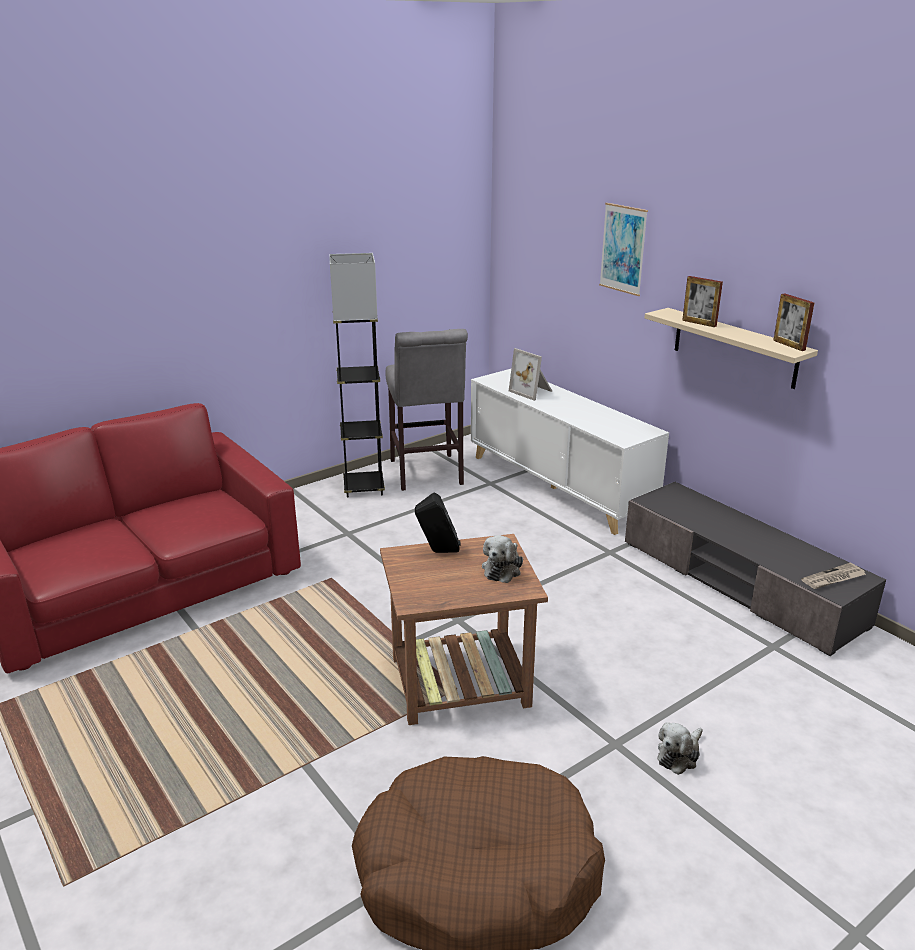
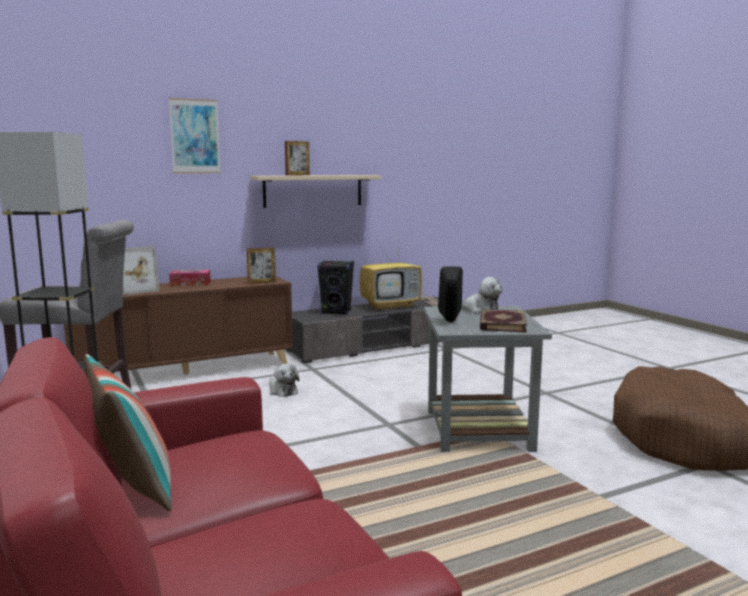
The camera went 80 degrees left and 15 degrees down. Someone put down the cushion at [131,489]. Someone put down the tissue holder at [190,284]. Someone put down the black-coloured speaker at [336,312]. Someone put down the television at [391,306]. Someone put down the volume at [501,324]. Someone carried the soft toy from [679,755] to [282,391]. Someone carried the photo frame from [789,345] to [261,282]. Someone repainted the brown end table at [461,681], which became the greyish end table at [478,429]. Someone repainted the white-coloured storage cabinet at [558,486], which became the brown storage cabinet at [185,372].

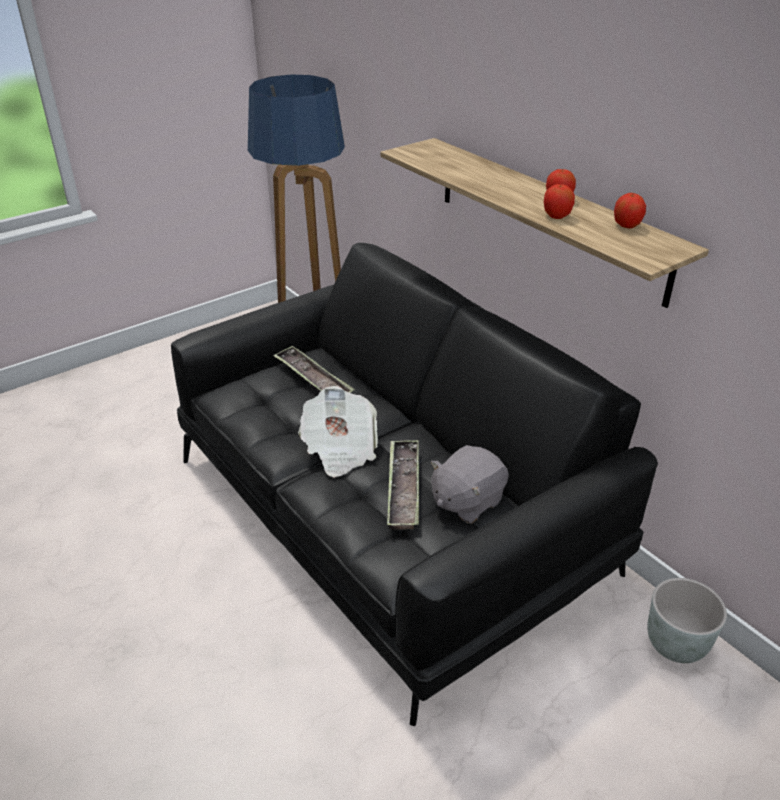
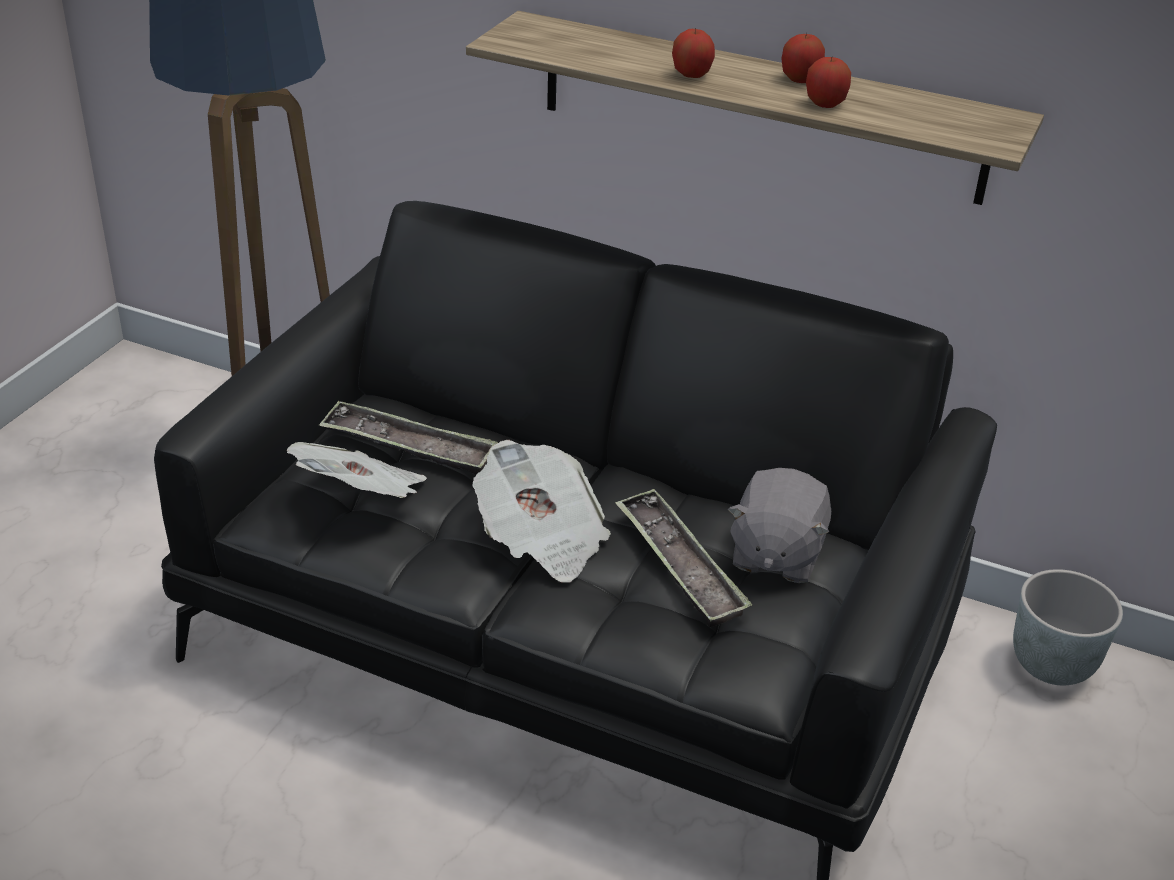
The camera went 30 degrees left and 0 degrees up. Someone put down the printed paper at [362,497]. Someone carried the apple fruit from [626,225] to [691,75].

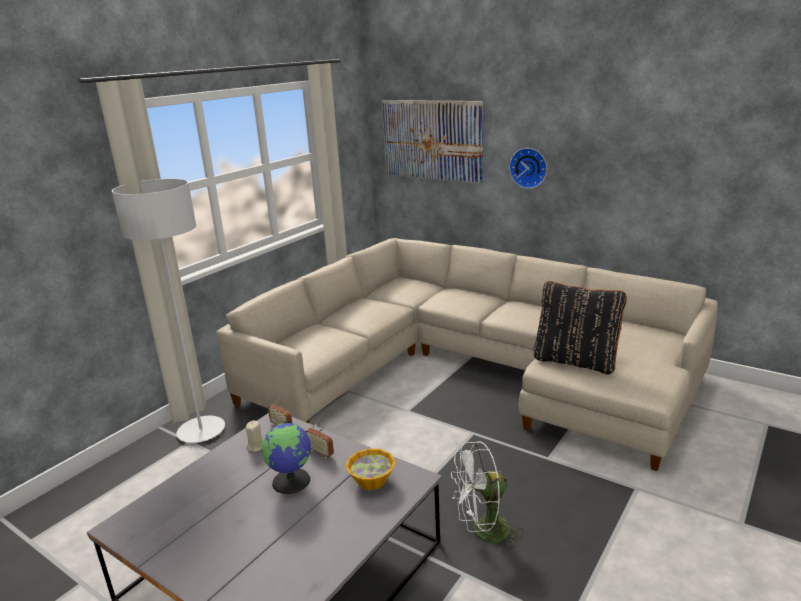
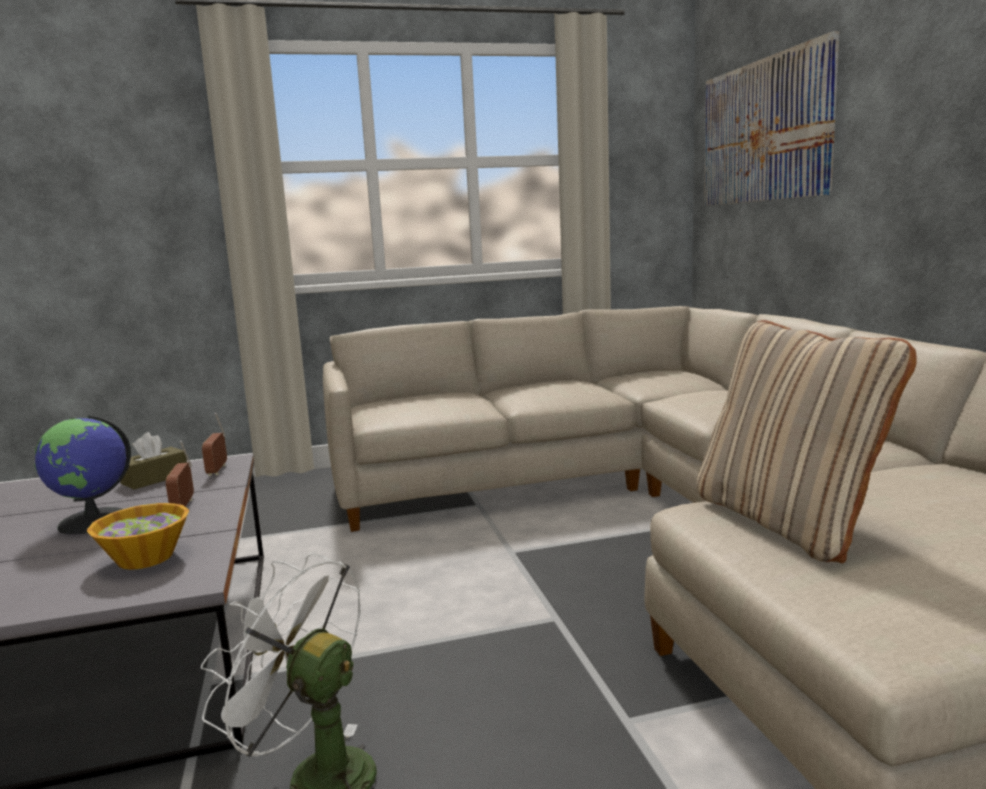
The camera went 40 degrees right and 10 degrees down. Someone took away the greyish floor lamp at [201,431]. Someone took away the wall clock at [529,167]. Someone swapped the beige candle at [256,446] for the brown tissue holder at [155,478]. Someone repainted the black-coloured cushion at [576,361], which became the beige cushion at [787,522].

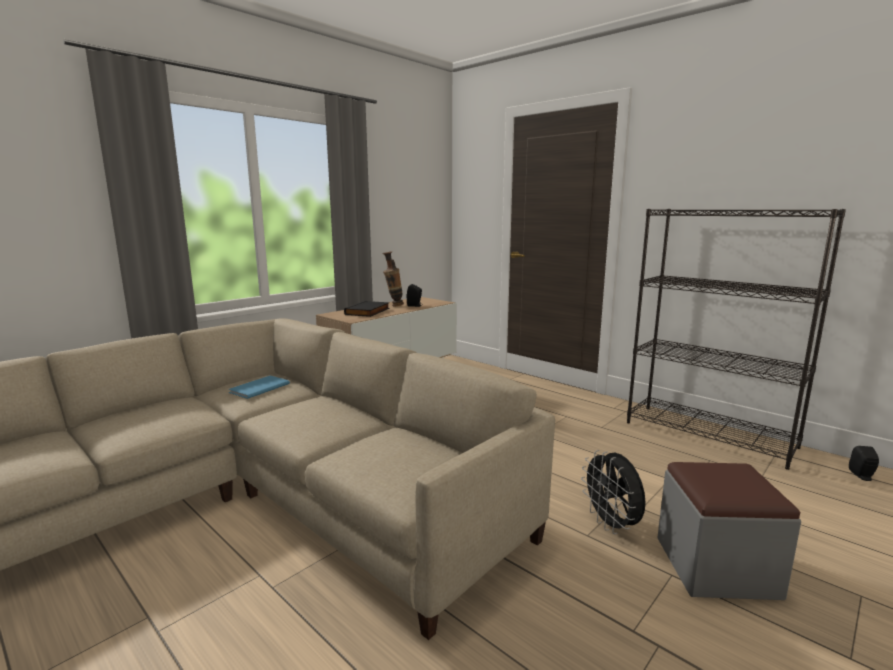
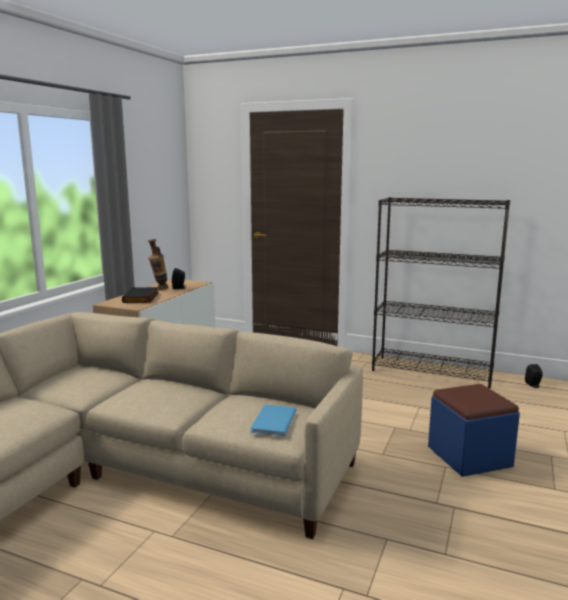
The camera went 20 degrees left and 0 degrees up. Someone took away the black-coloured electric fan at [611,525]. Someone carried the bluish volume from [257,388] to [272,421]. Someone repainted the greyish pouffe at [716,567], which became the bluish pouffe at [469,457].

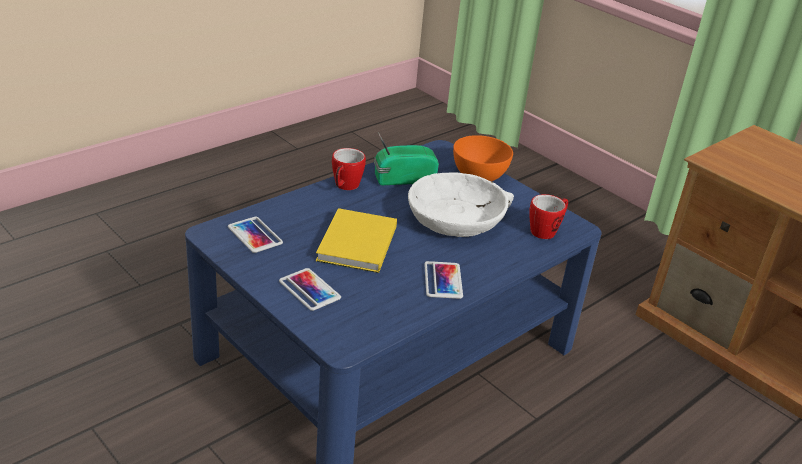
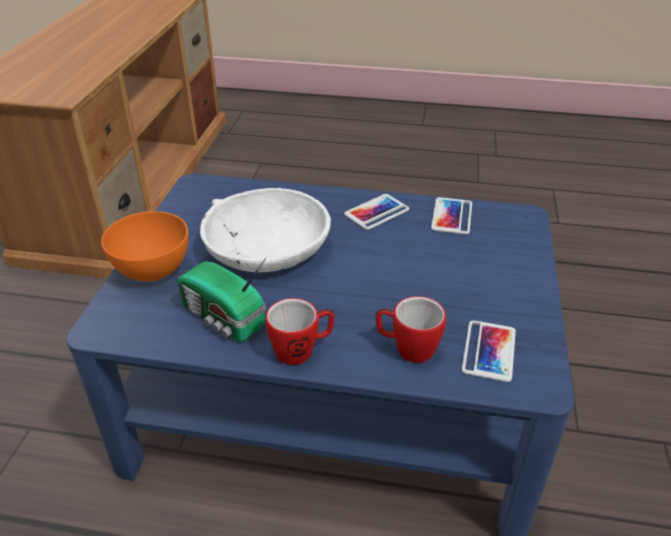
The camera went 125 degrees left and 5 degrees up. Someone took away the yellowish volume at [355,244]. Someone carried the phone from [309,290] to [451,216]. Someone carried the mug from [546,230] to [407,348].

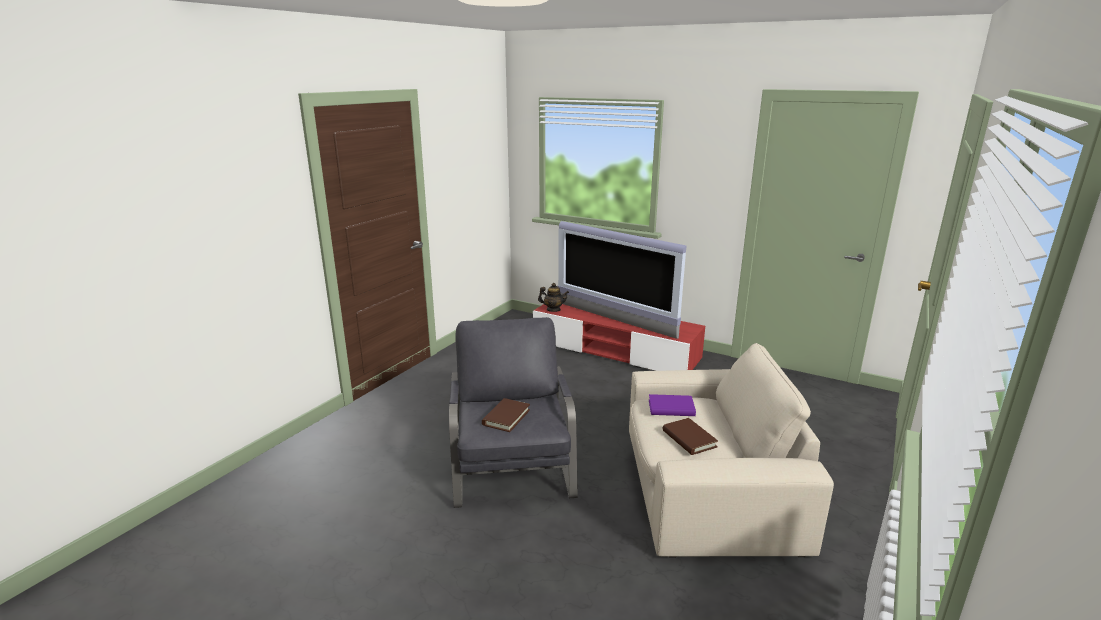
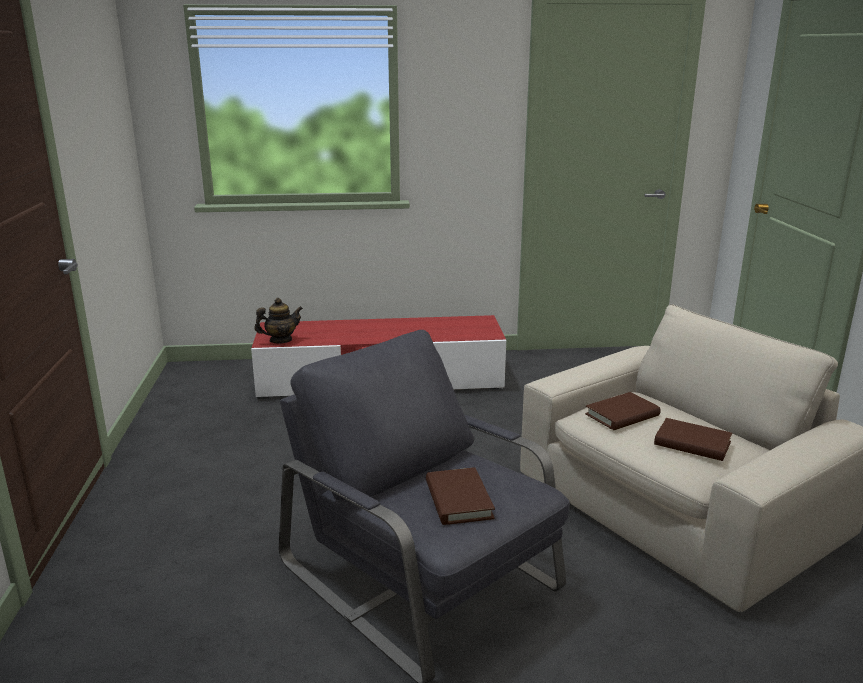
The camera went 35 degrees left and 0 degrees up. Someone took away the television at [613,320]. Someone repainted the purple volume at [671,408], which became the brown volume at [622,415].

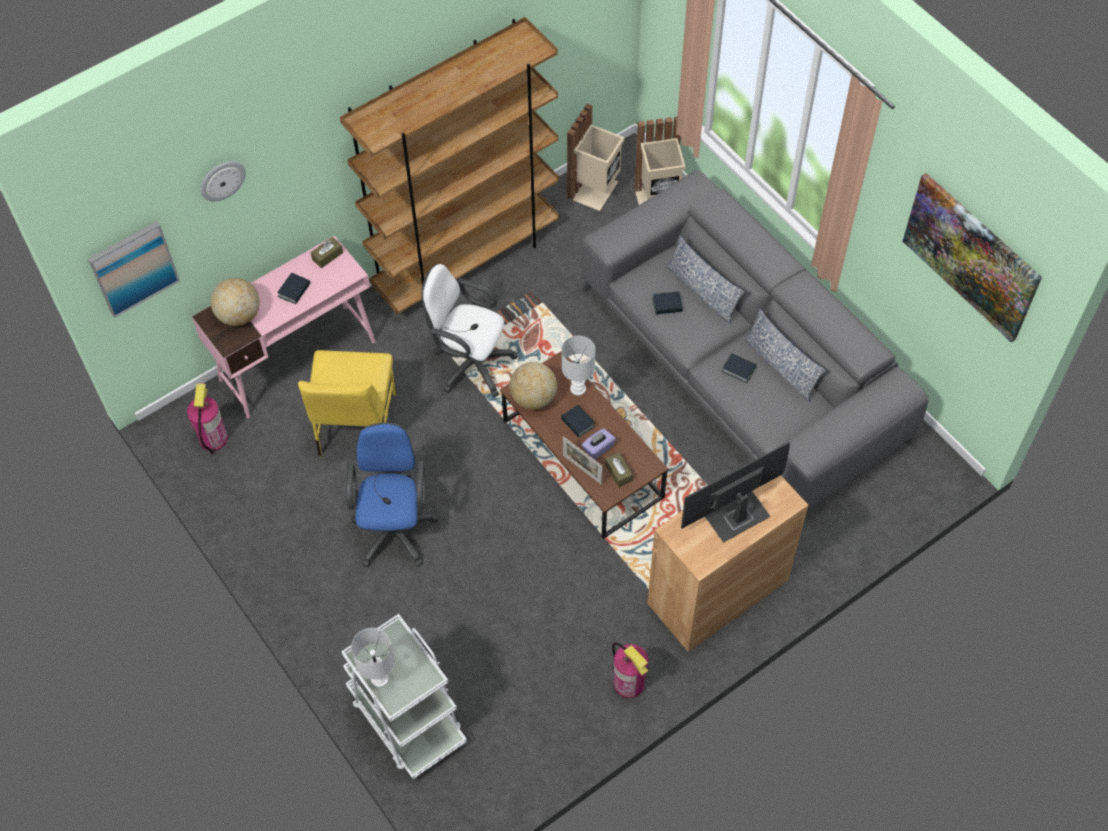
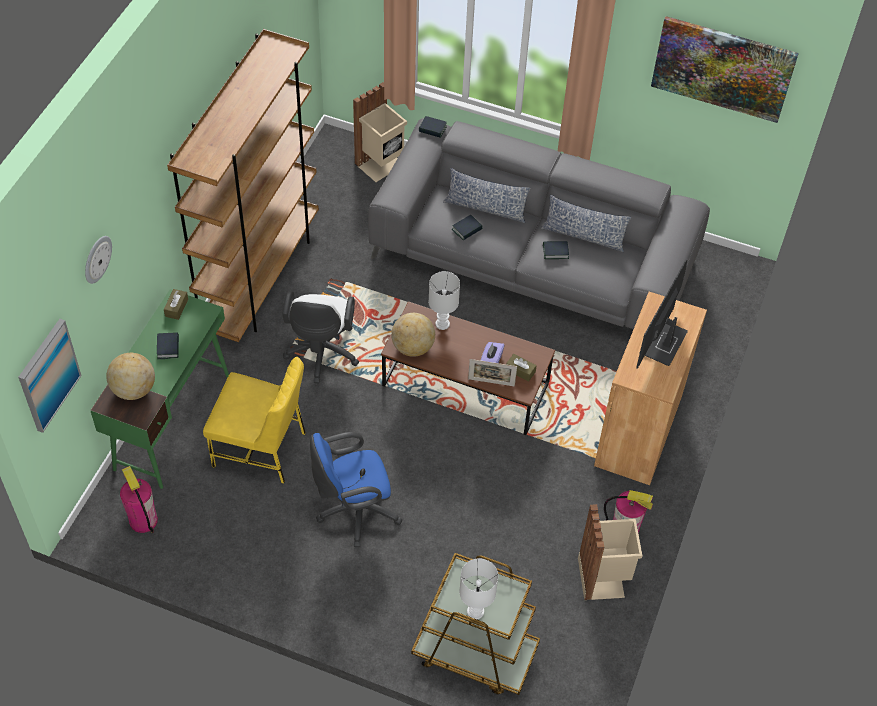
The camera went 35 degrees left and 5 degrees down. Someone carried the volume from [577,423] to [432,129]. Someone carried the beige waste bin from [595,190] to [603,577]. Someone repainted the pink desk table at [298,360], which became the green-coloured desk table at [172,421]. Someone repainted the white-coloured trolley at [407,718], which became the brown trolley at [474,653]. Someone rotated the yellowish plain chair at [355,425] by 45 degrees counterclockwise. Someone rotated the bluish computer chair at [395,527] by 75 degrees counterclockwise. Someone rotated the white-coloured computer chair at [469,363] by 75 degrees counterclockwise.

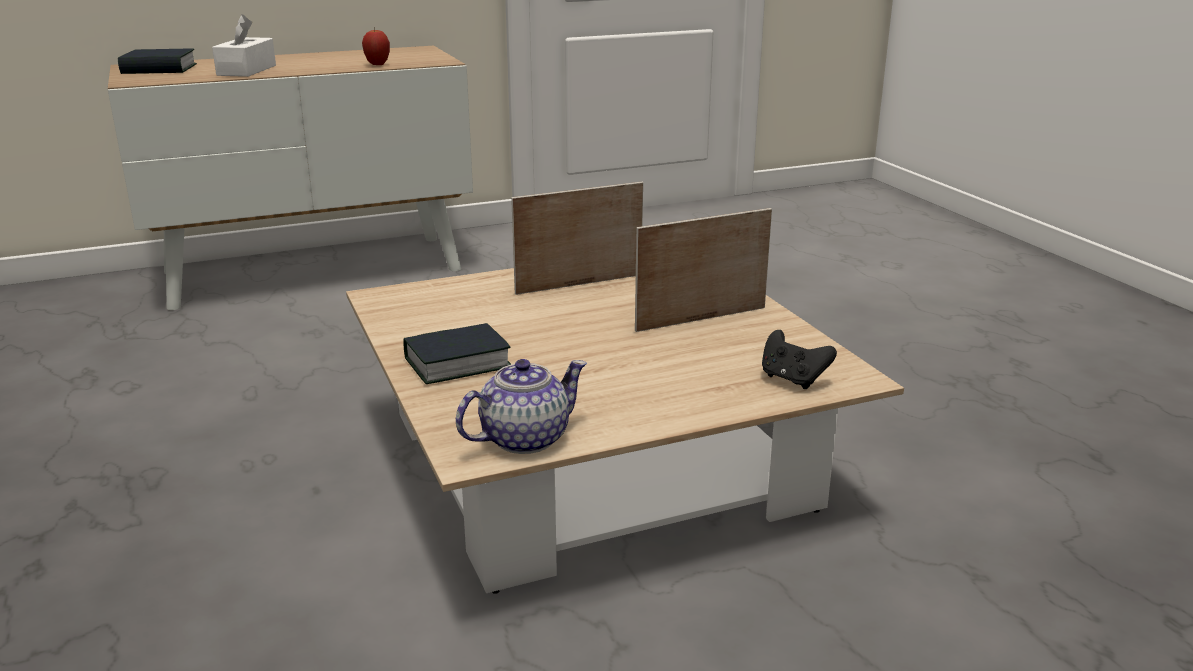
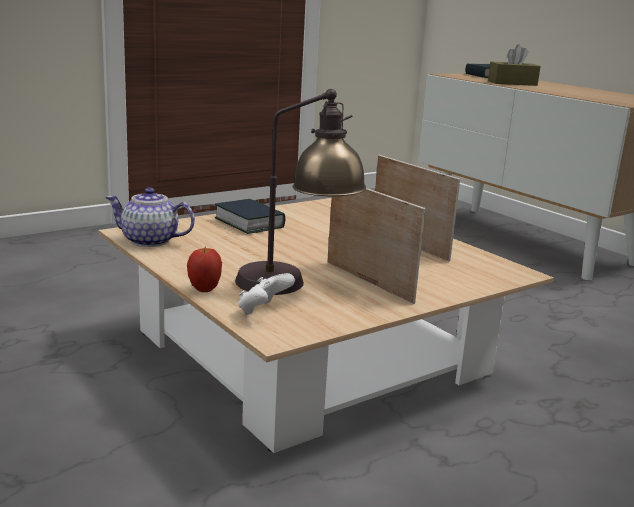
The camera went 75 degrees right and 5 degrees down. Someone put down the lamp for a table at [296,284]. Someone carried the apple fruit from [377,65] to [204,290]. Someone repainted the white-coloured tissue holder at [247,70], which became the brown tissue holder at [512,83]. Someone repainted the black-coloured gamepad at [792,379], which became the white-coloured gamepad at [263,311]. Someone rotated the tea pot at [523,439] by 150 degrees clockwise.

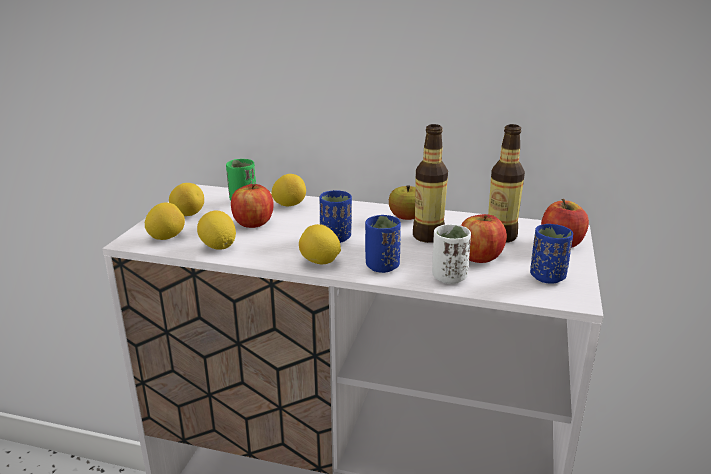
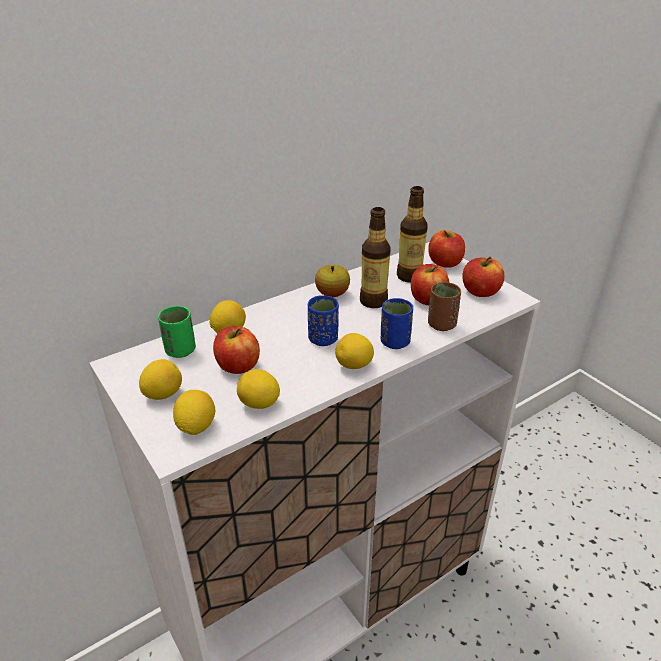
The camera went 50 degrees left and 10 degrees up. Someone swapped the bluish drinking cup at [547,277] for the apple fruit at [480,292]. Someone repainted the white-coloured drinking cup at [449,277], which became the brown drinking cup at [441,325].

